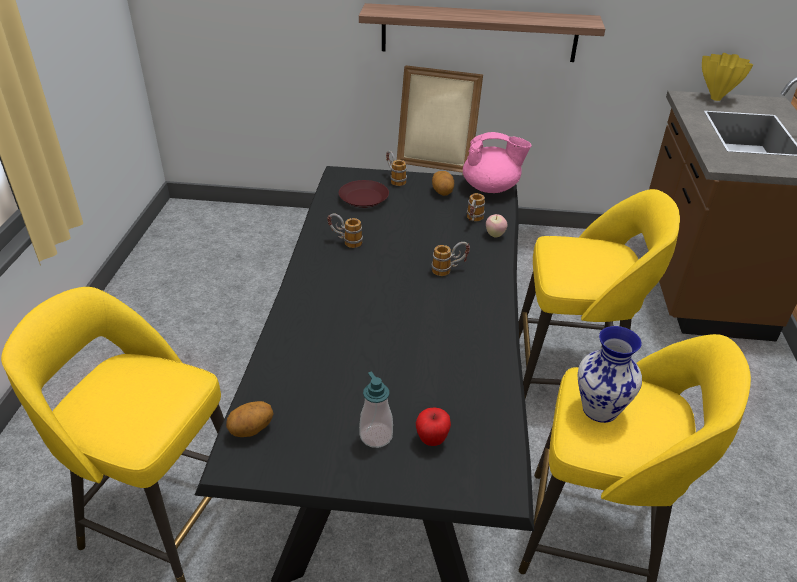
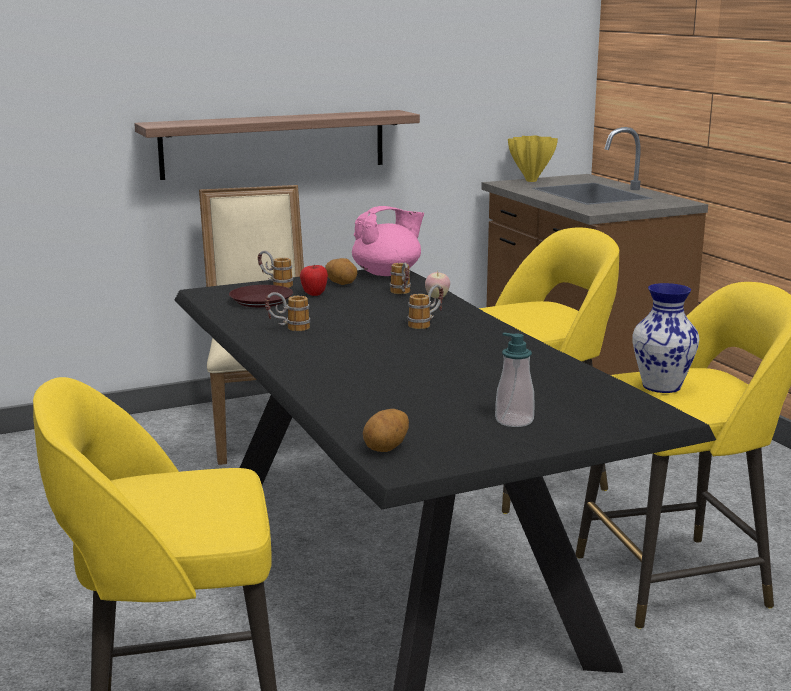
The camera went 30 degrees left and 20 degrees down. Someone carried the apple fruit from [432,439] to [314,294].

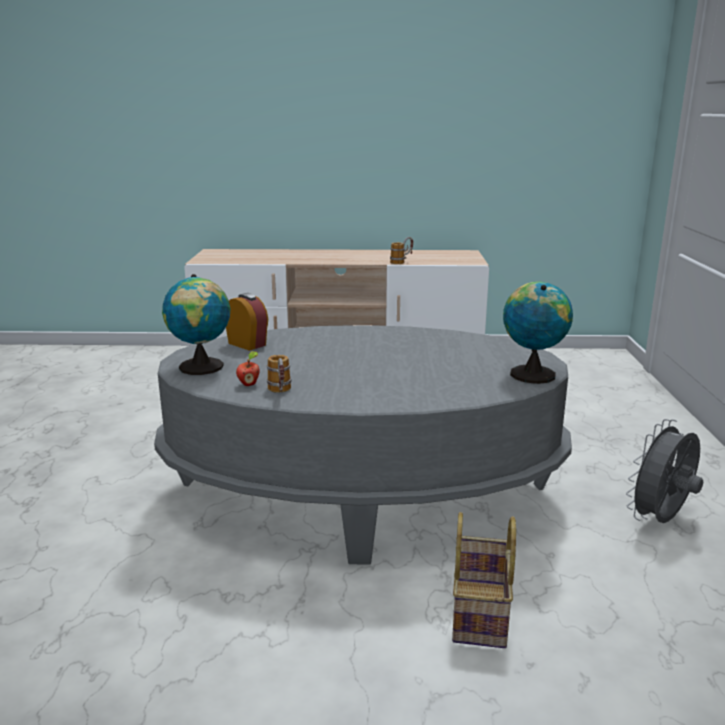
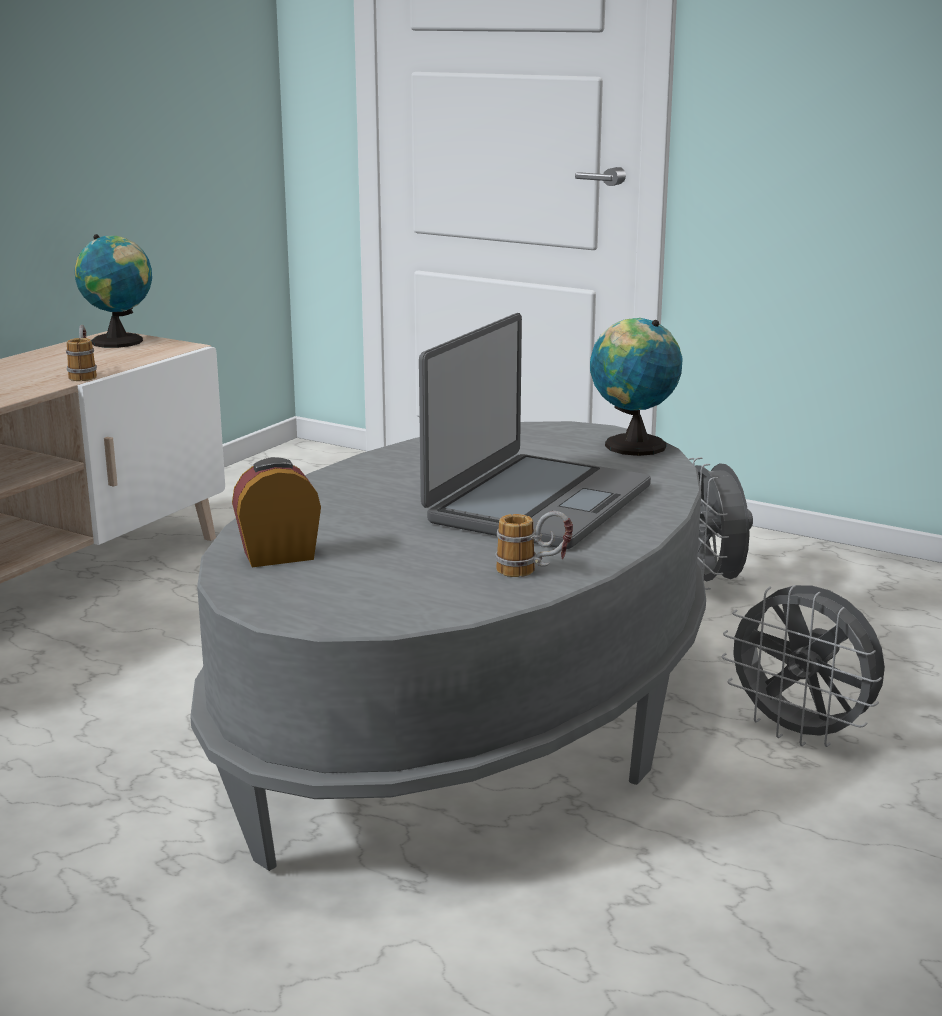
The camera went 60 degrees left and 0 degrees up. Someone took away the apple fruit at [249,384]. Someone put down the laptop at [536,503]. Someone carried the globe from [202,368] to [121,342]. Someone swapped the basket at [481,614] for the greyish electric fan at [801,733].

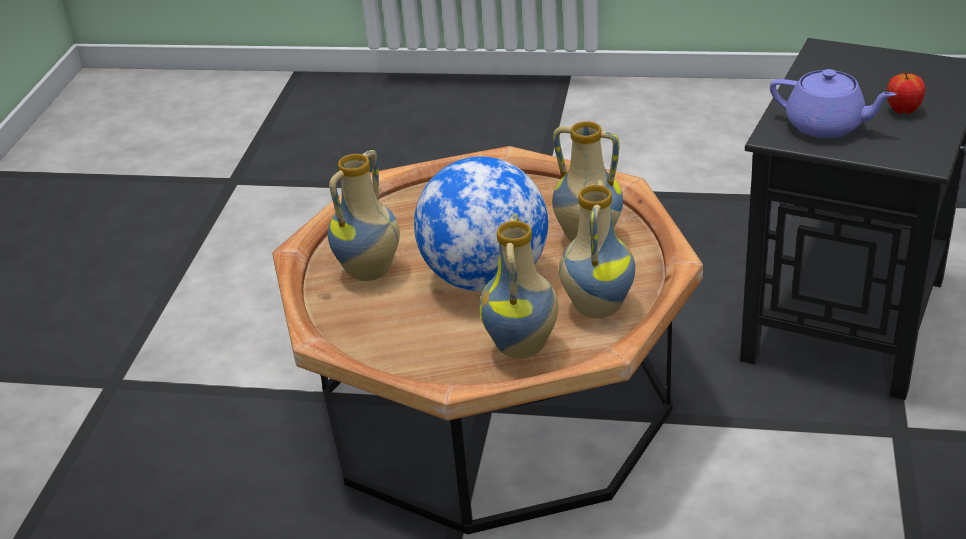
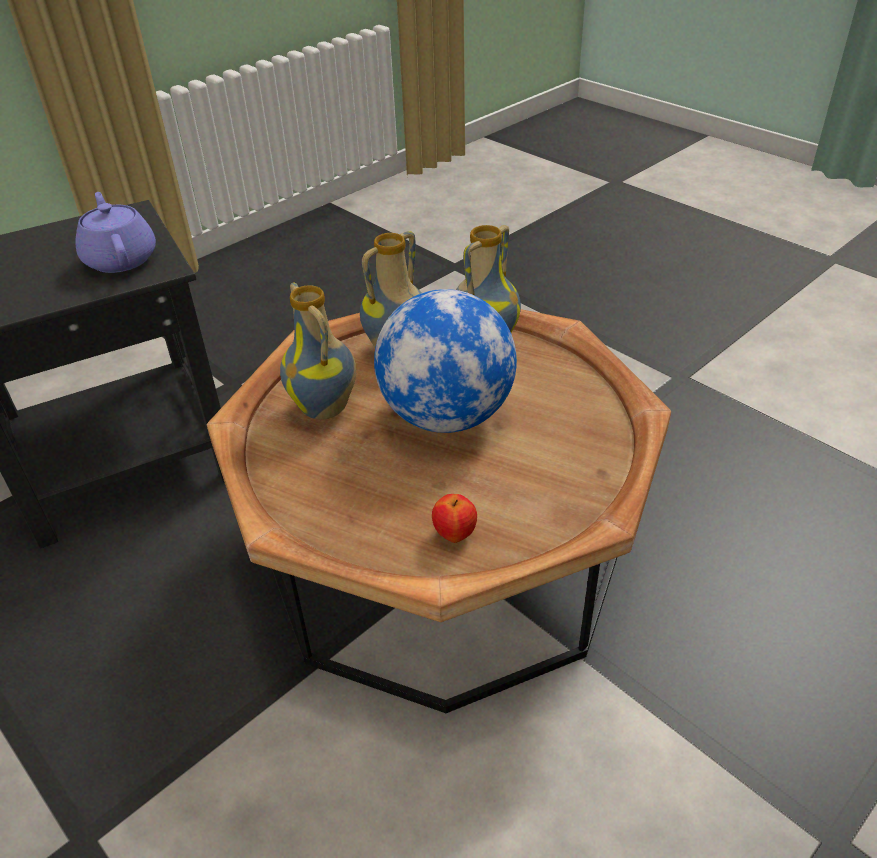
The camera went 145 degrees left and 5 degrees up. Someone took away the decorative vase at [370,272]. Someone carried the apple fruit from [903,110] to [454,535].

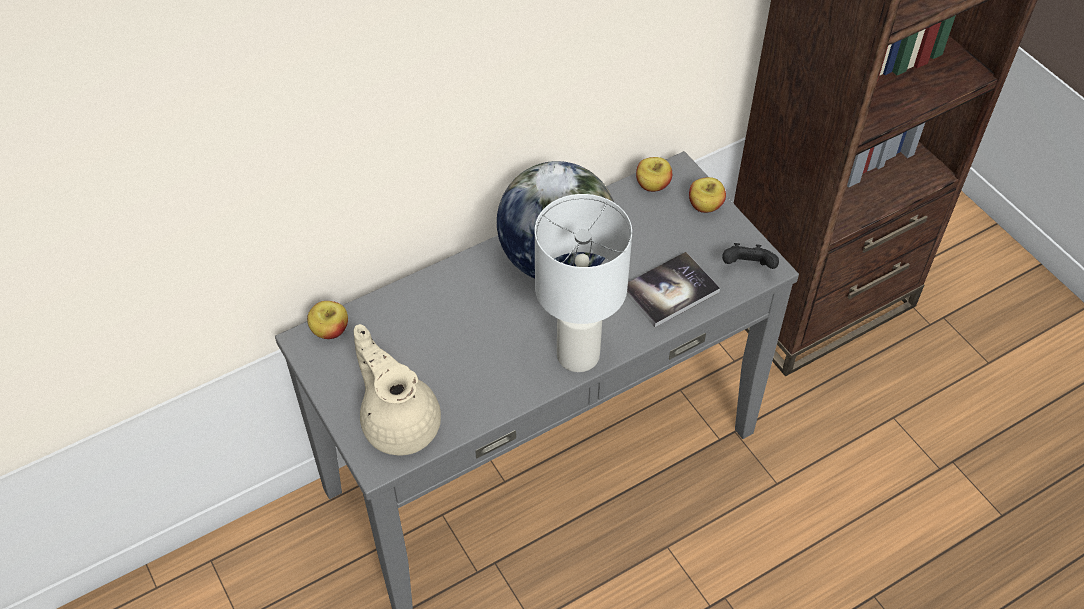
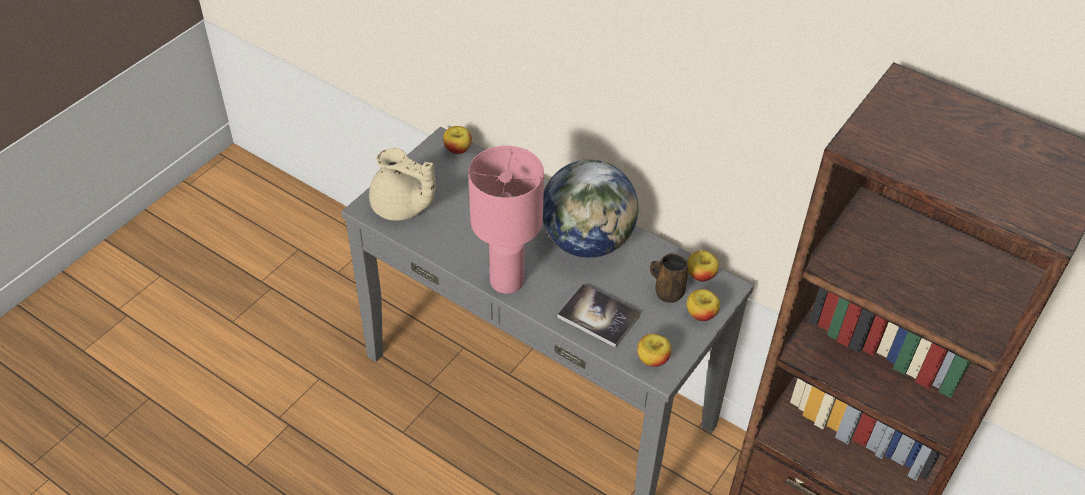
The camera went 65 degrees right and 5 degrees down. Someone put down the brown mug at [667,292]. Someone swapped the black-coloured gamepad at [747,267] for the apple fruit at [652,359]. Someone repainted the white-coloured lamp for a table at [577,353], which became the pink lamp for a table at [507,280]. Someone rotated the beige tea pot at [400,422] by 90 degrees clockwise.

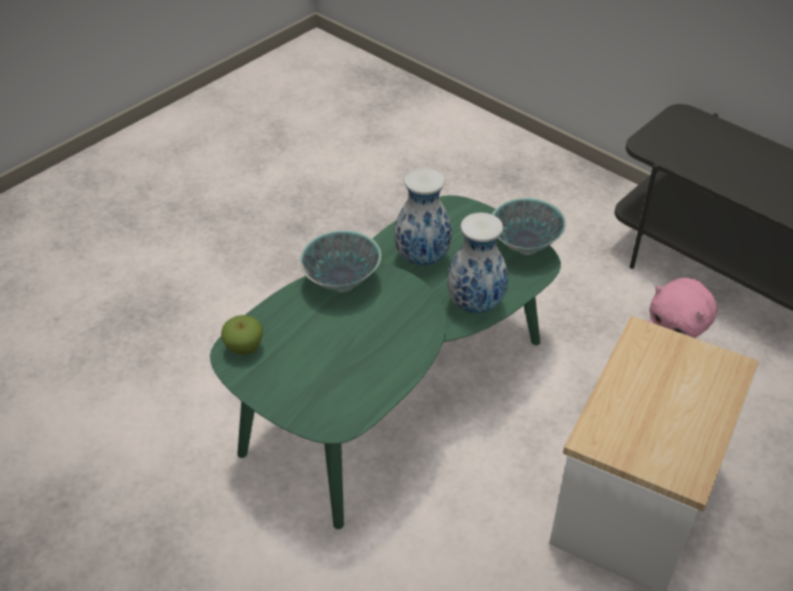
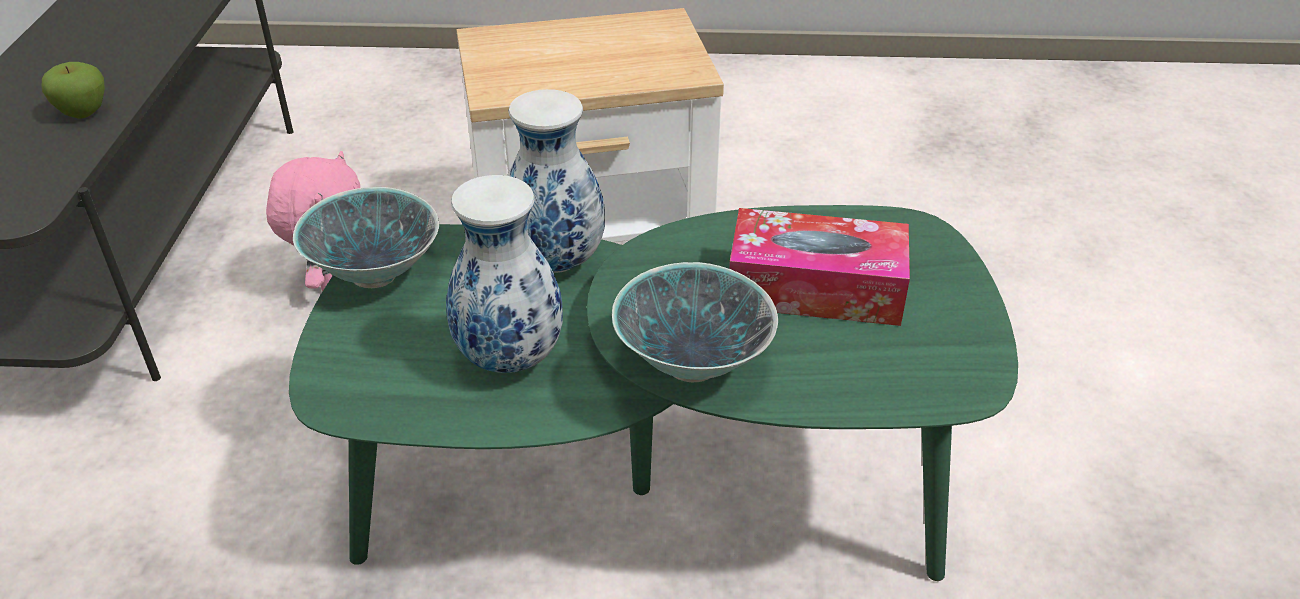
The camera went 130 degrees left and 5 degrees down. Someone put down the tissue holder at [815,288]. Someone carried the apple fruit from [244,348] to [84,113].

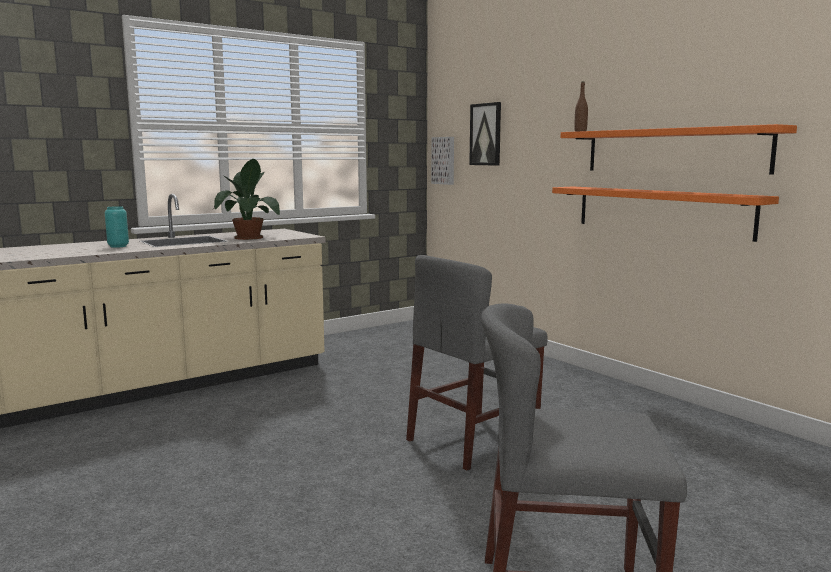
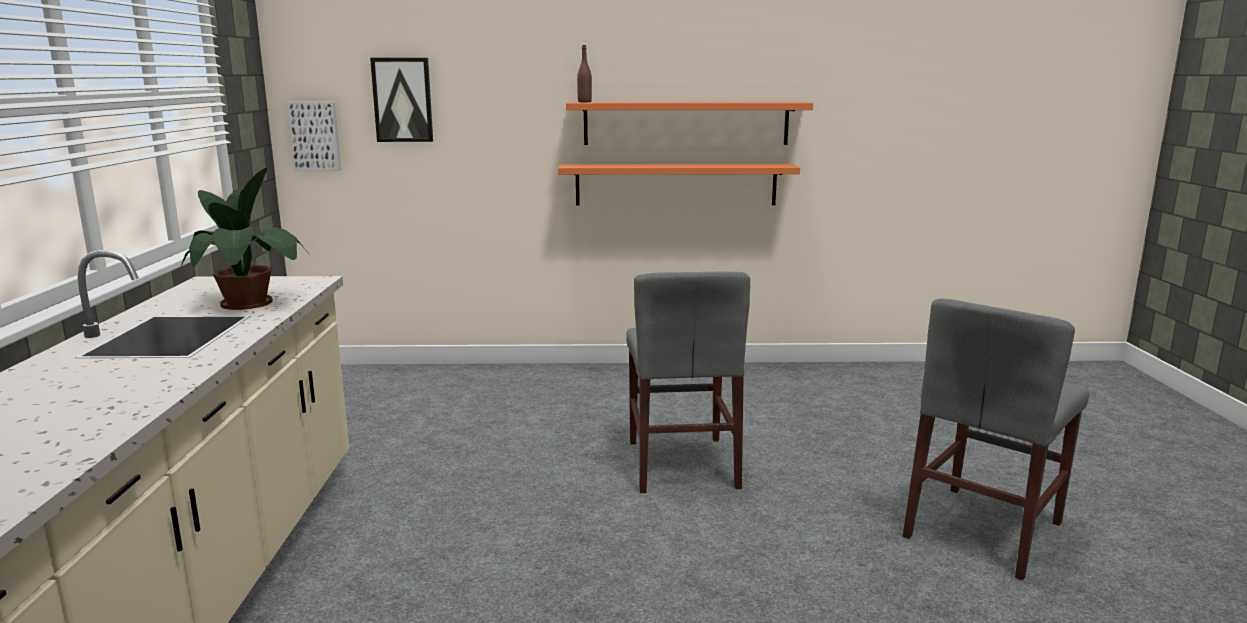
The camera went 55 degrees left and 5 degrees up. Someone took away the turquoise-coloured decorative vase at [118,246].

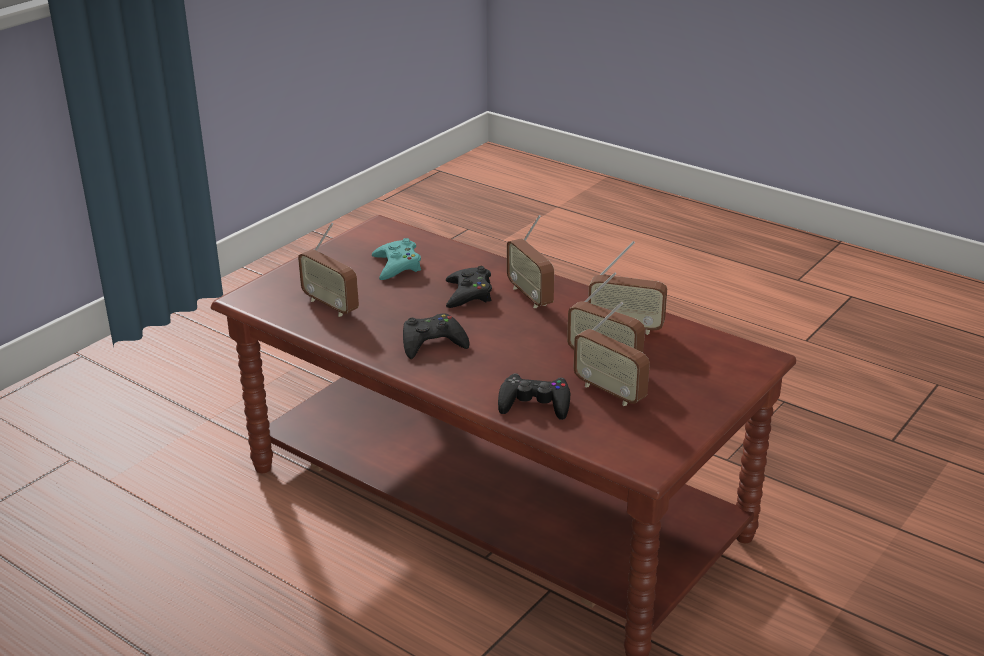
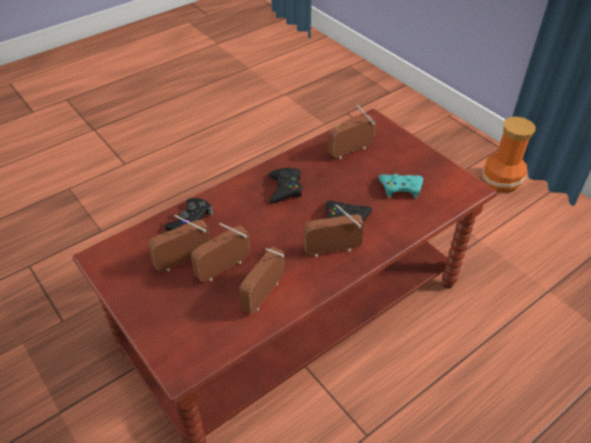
The camera went 105 degrees right and 15 degrees up. Someone put down the decorative vase at [502,181].

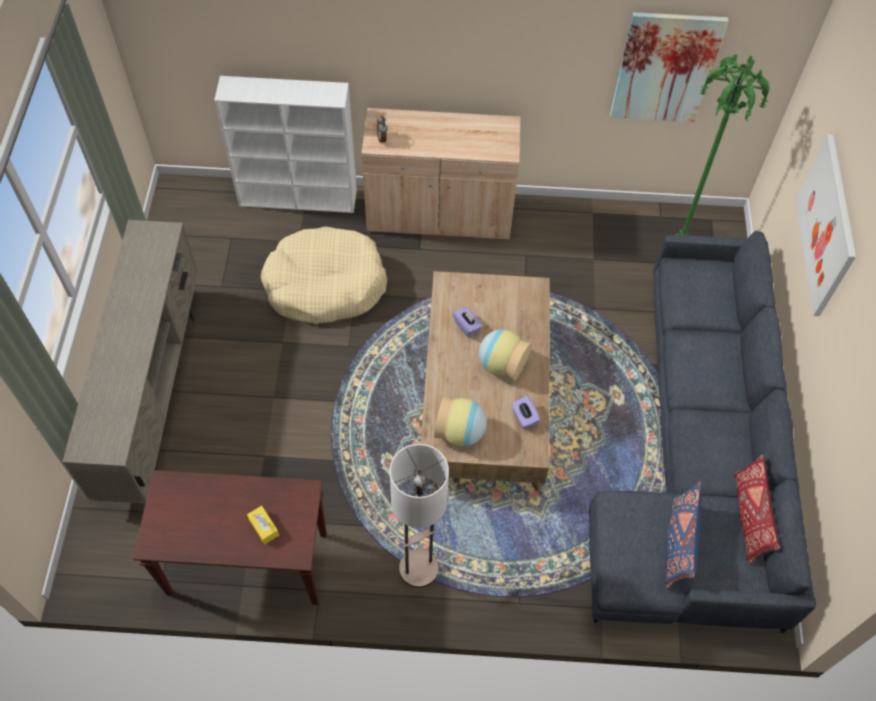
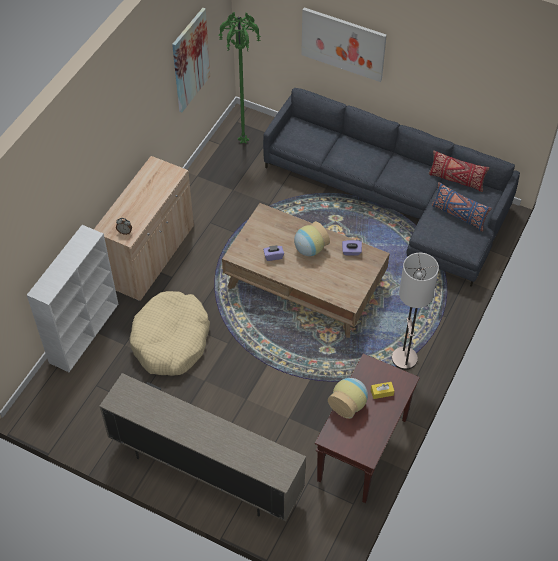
The camera went 65 degrees left and 5 degrees down. Someone carried the decorative vase from [460,432] to [349,404].

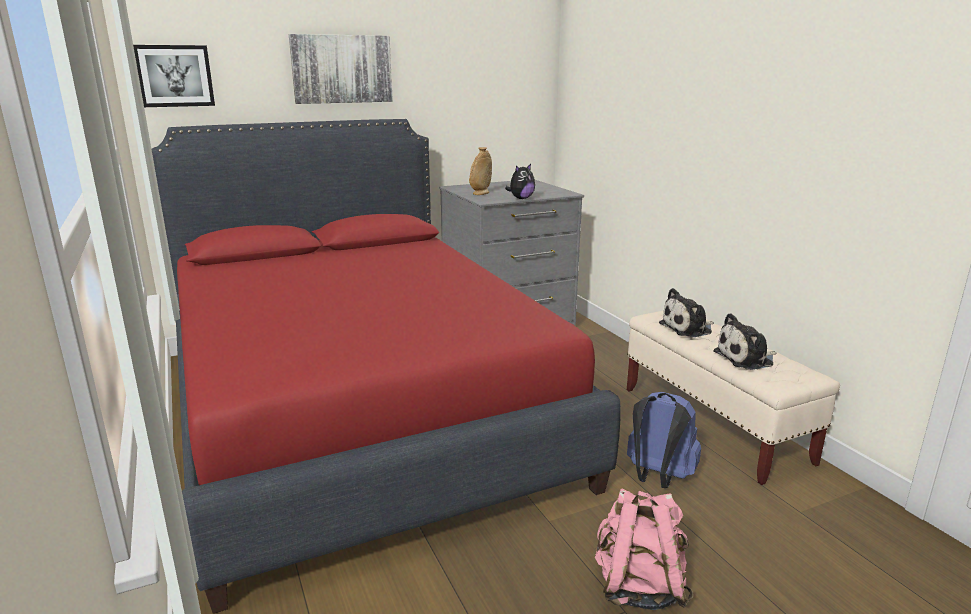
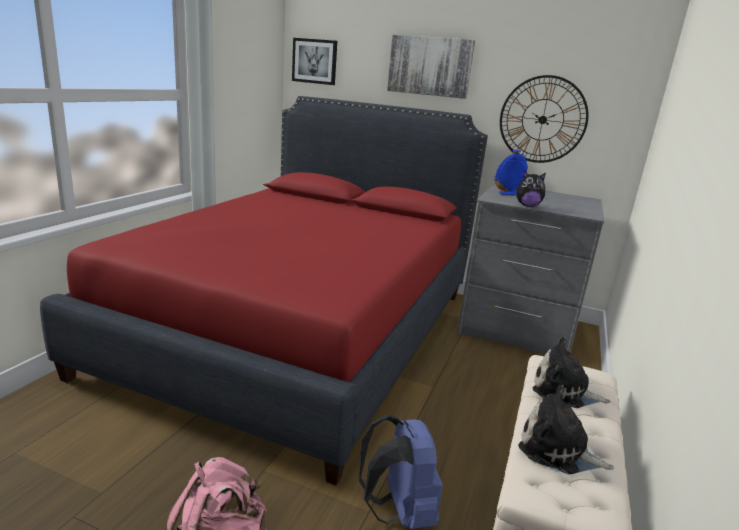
The camera went 45 degrees right and 0 degrees up. Someone put up the wall clock at [542,120]. Someone repainted the beige decorative vase at [480,193], which became the bluish decorative vase at [507,194].

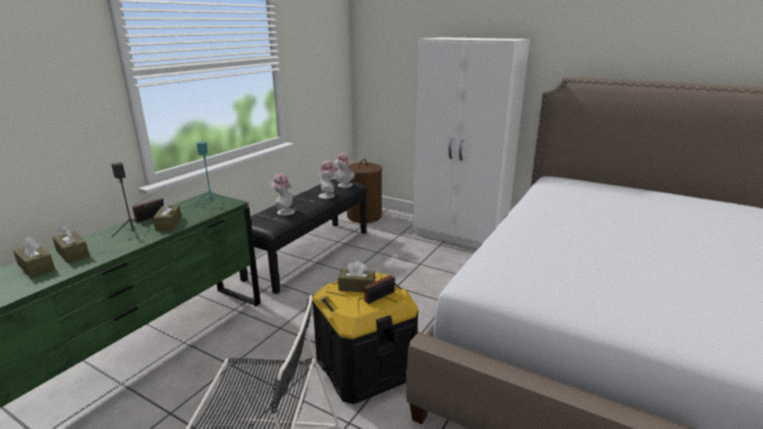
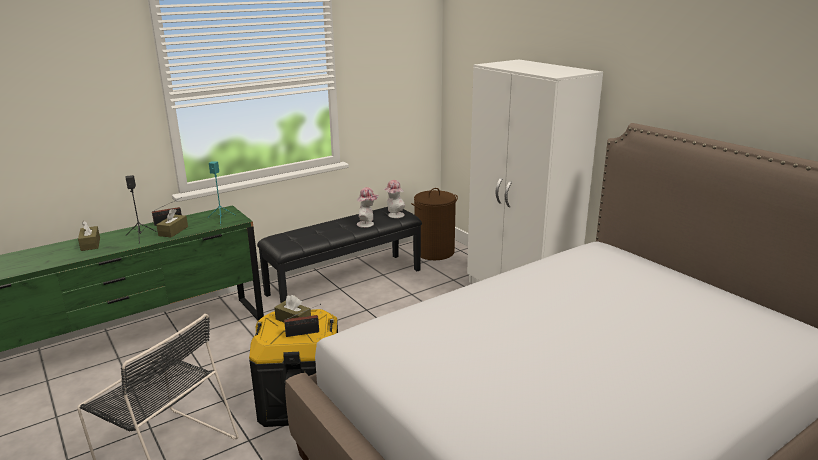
The camera went 25 degrees right and 0 degrees up. Someone took away the brown tissue holder at [36,267]. Someone took away the clothing hat at [283,212].

